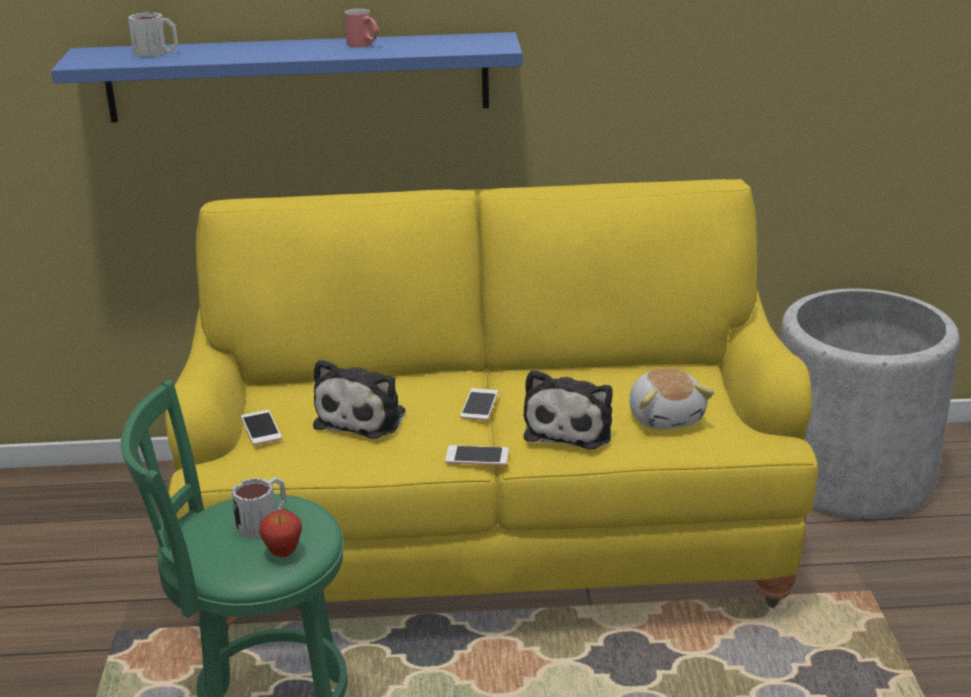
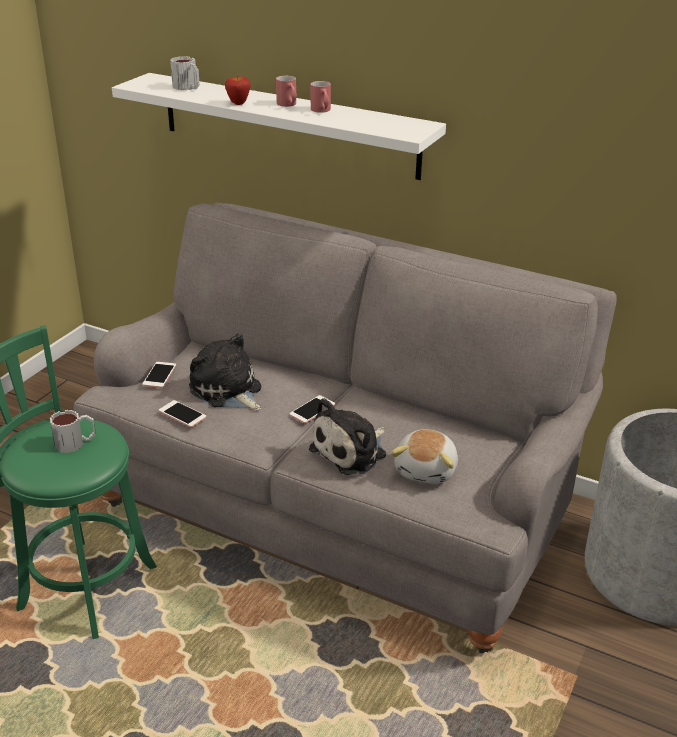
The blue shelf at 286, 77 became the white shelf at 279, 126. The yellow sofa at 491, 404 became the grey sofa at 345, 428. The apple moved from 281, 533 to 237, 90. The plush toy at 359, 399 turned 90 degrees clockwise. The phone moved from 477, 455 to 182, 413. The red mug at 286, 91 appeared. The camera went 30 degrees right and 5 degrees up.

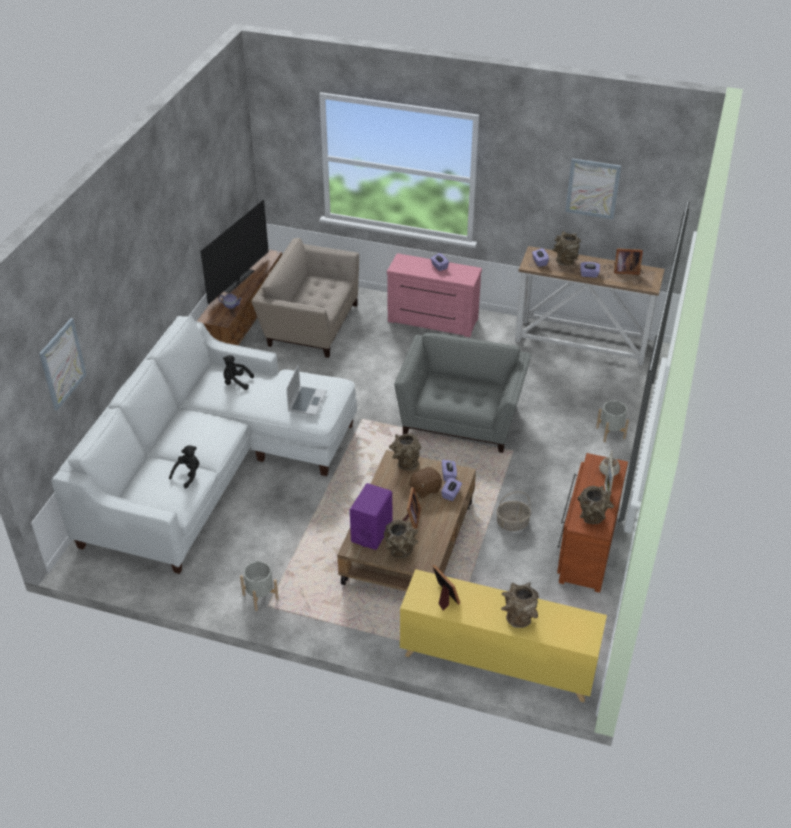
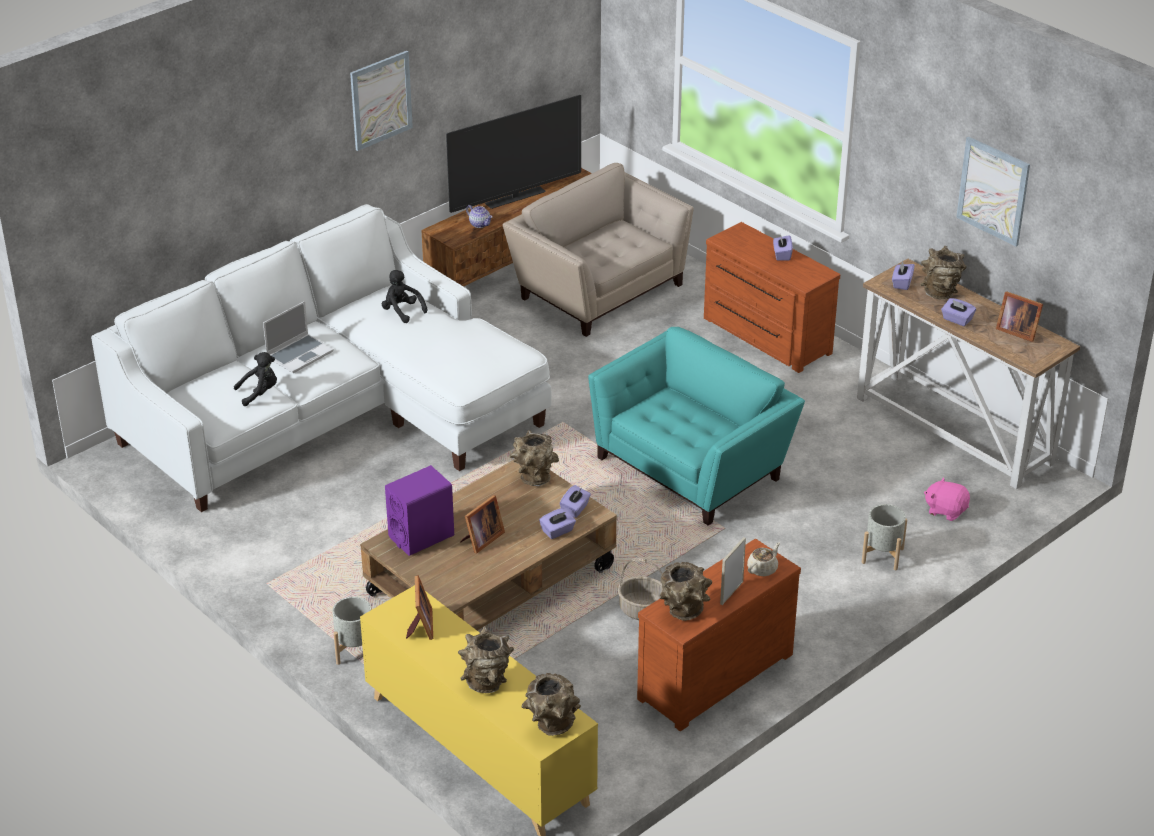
The picture moved from 63, 364 to 381, 101. The grey planter moved from 259, 586 to 352, 631. The laptop moved from 306, 390 to 298, 337. The brown vase moved from 401, 539 to 551, 704. The pink dresser at 434, 295 became the brown dresser at 772, 297. The grey armchair at 462, 393 became the turquoise armchair at 696, 426. The brown plush toy at 425, 482 disappeared. The pink plush toy at 947, 499 appeared. The camera went 30 degrees right and 5 degrees down.

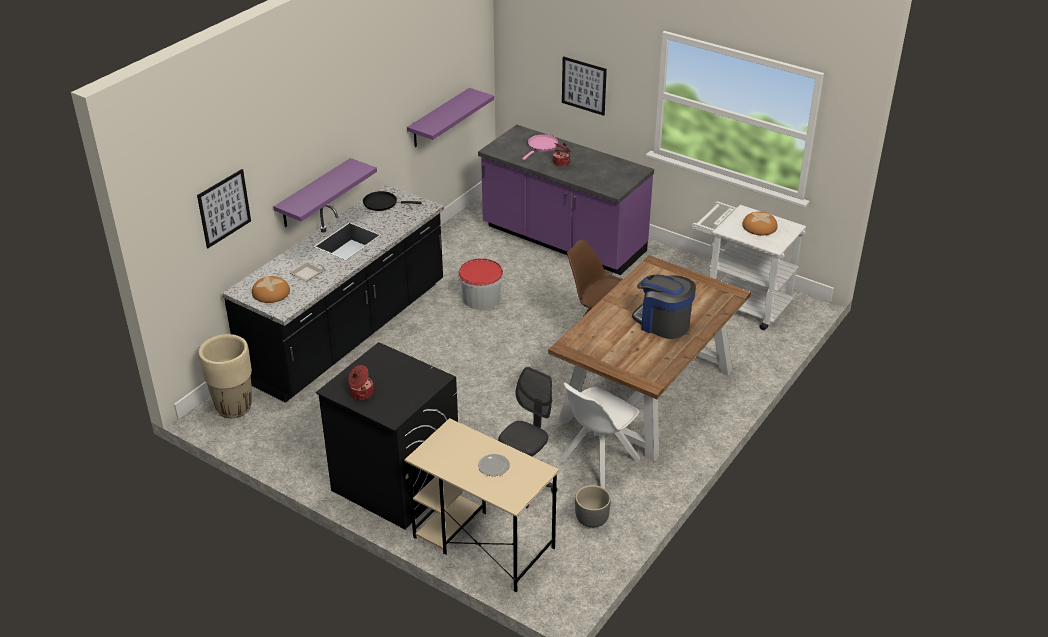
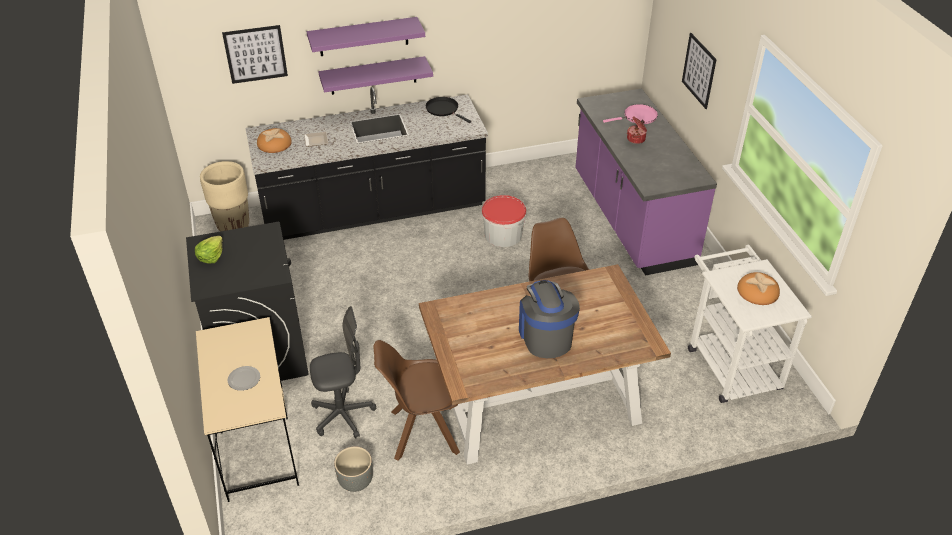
The cooking pot at 361, 382 was replaced by the lettuce at 209, 250. The purple shelf moved from 450, 117 to 366, 36. The white chair at 599, 436 became the brown chair at 416, 400. The camera went 40 degrees right and 5 degrees up.

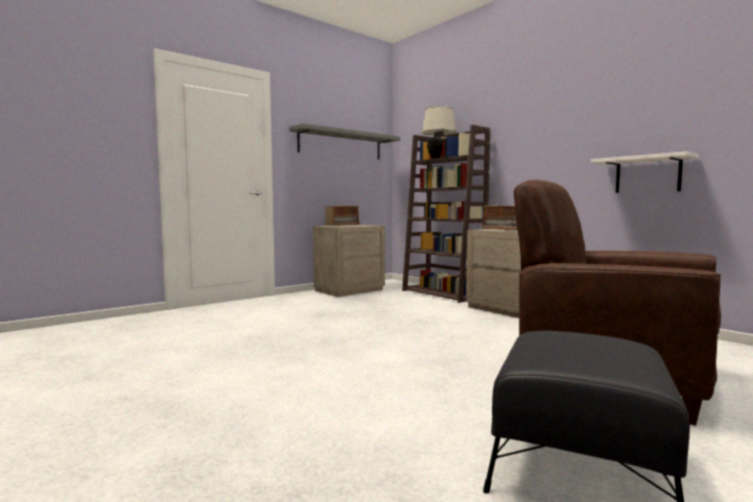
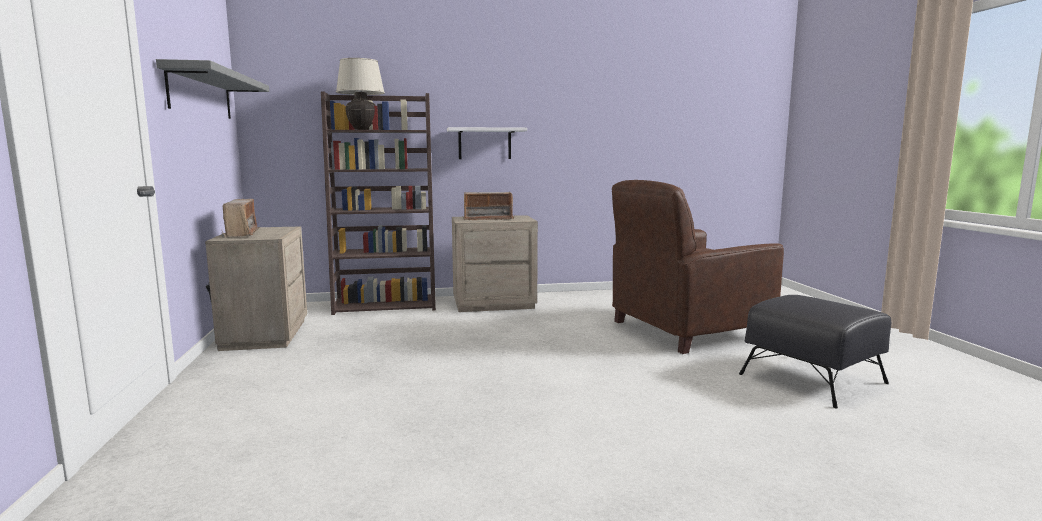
The white shelf moved from 644, 172 to 487, 143. The camera went 60 degrees left and 5 degrees up.

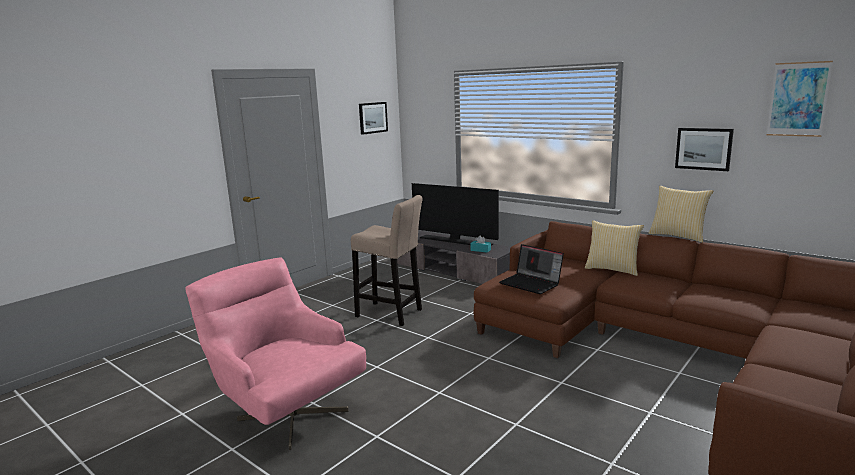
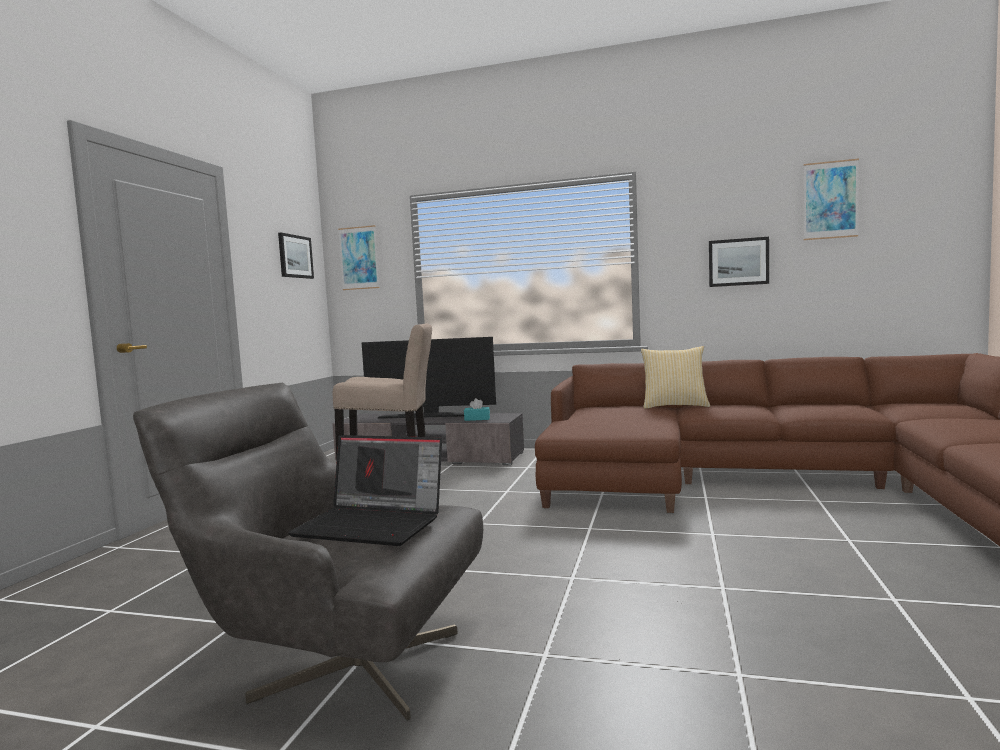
The pink armchair at 276, 353 became the grey armchair at 308, 552. The laptop moved from 531, 269 to 365, 490. The pillow at 680, 214 disappeared. The picture at 359, 257 appeared. The camera went 25 degrees left and 10 degrees down.

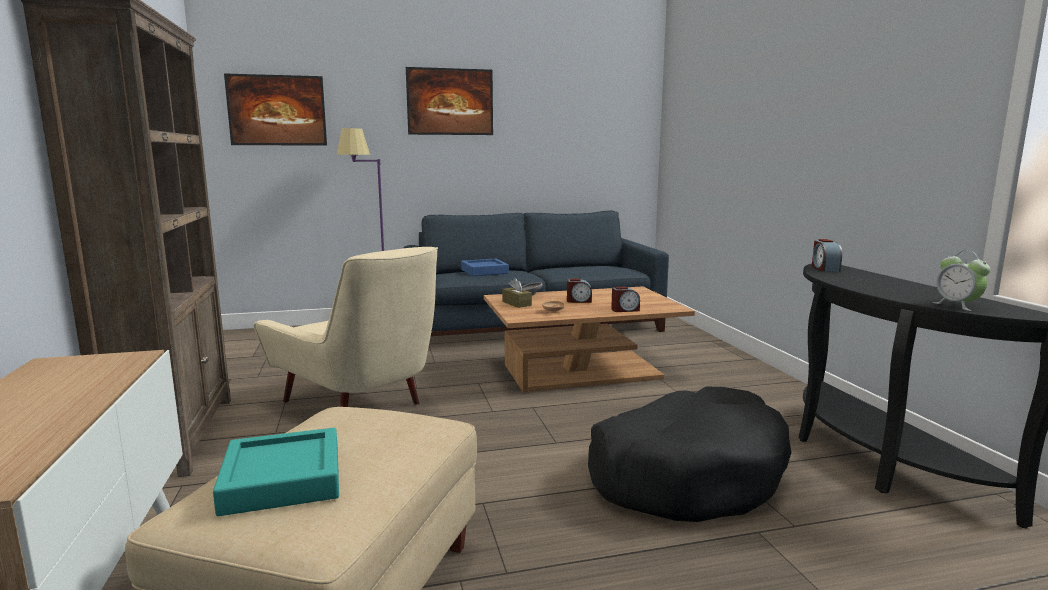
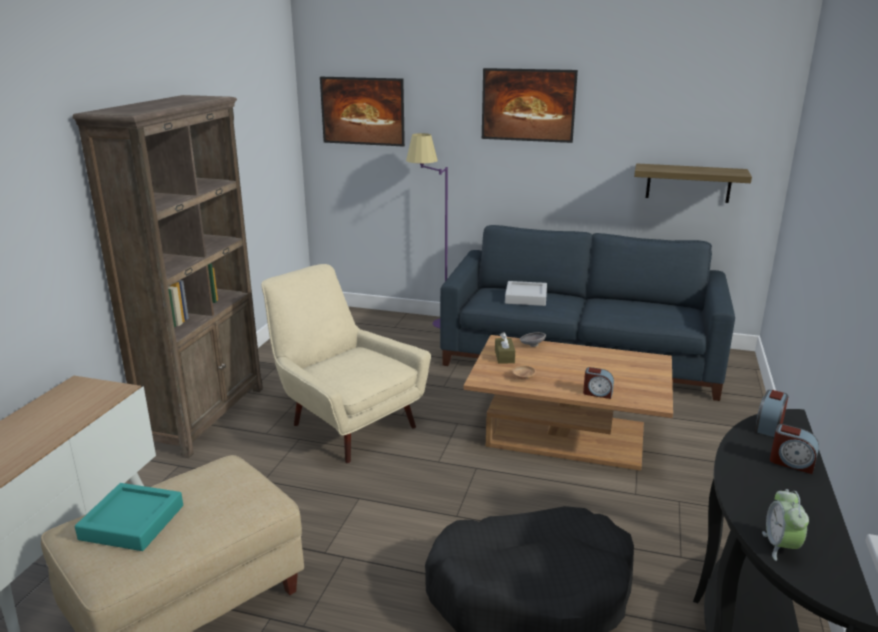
The beige armchair at 345, 327 turned 150 degrees clockwise. The blue tray at 485, 267 became the grey tray at 526, 293. The alarm clock moved from 579, 291 to 794, 449. The shelf at 693, 183 appeared. The camera went 30 degrees right and 10 degrees up.

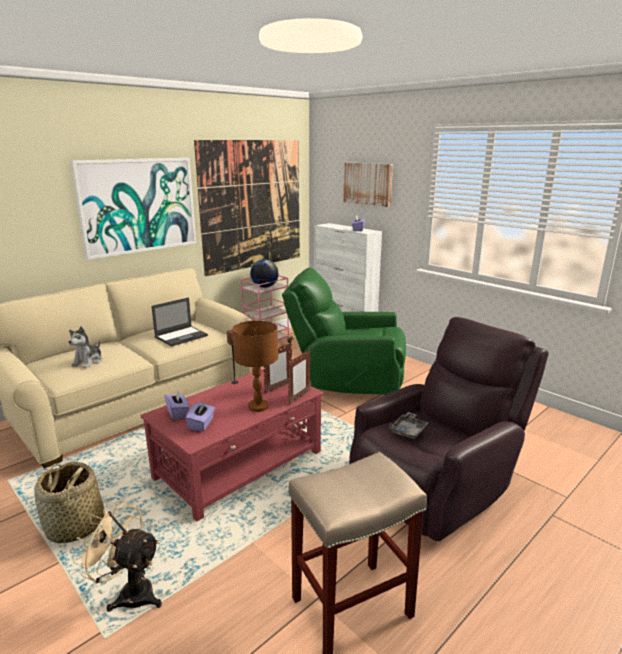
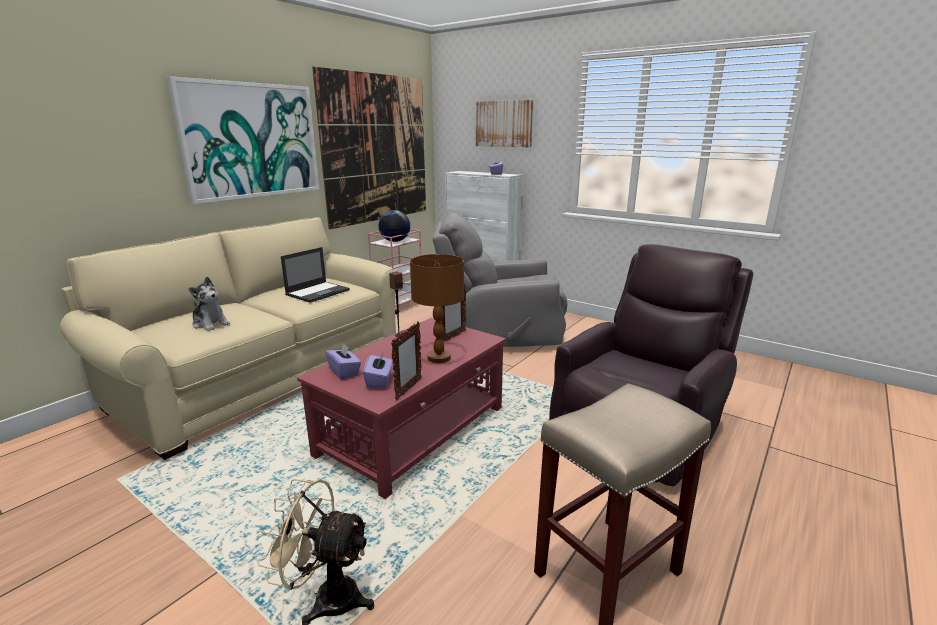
The basket at 69, 502 disappeared. The plush toy at 85, 347 turned 60 degrees counterclockwise. The green armchair at 344, 331 became the grey armchair at 499, 279. The picture frame moved from 298, 377 to 406, 361. The grey tray at 409, 425 disappeared. The camera went 10 degrees left and 0 degrees up.

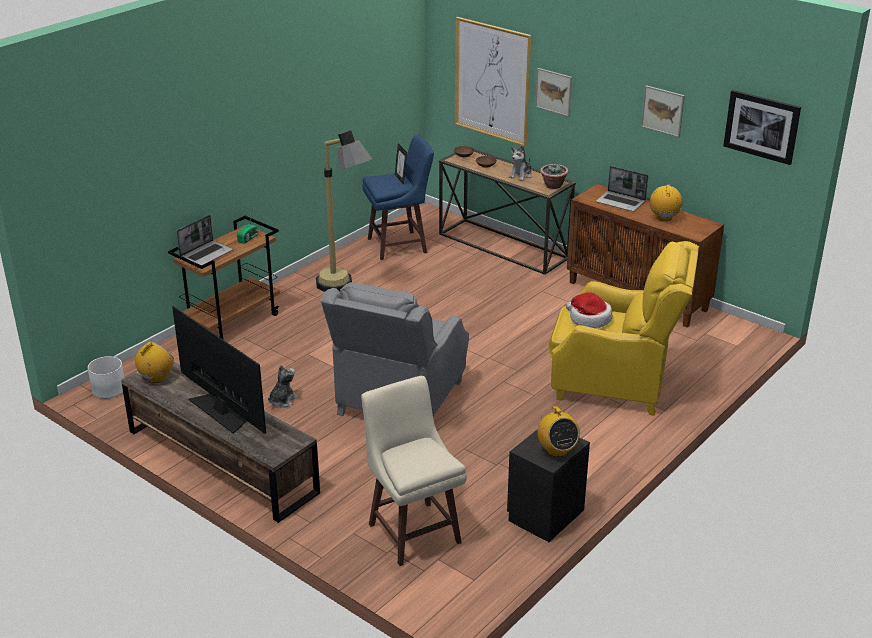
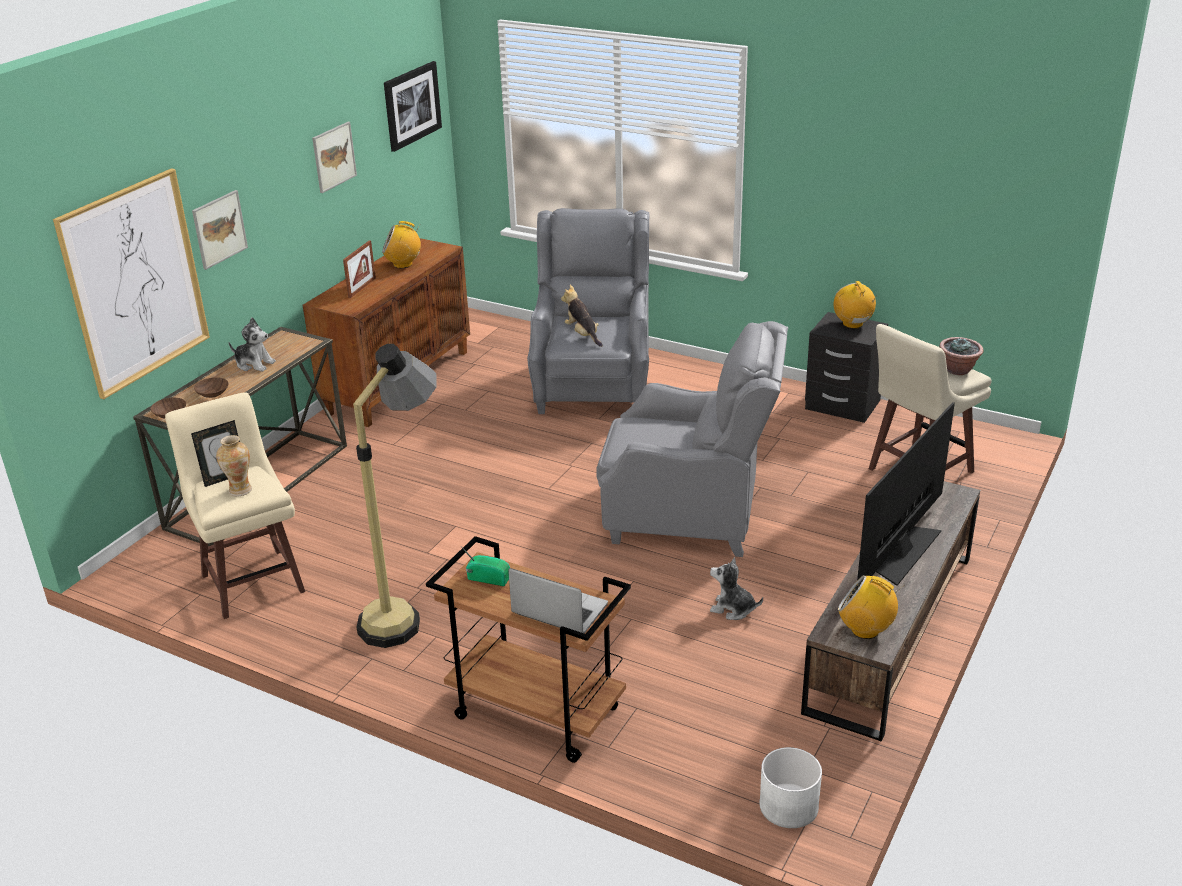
The blue stool at 398, 197 became the beige stool at 235, 505. The radio at 558, 431 turned 75 degrees counterclockwise. The potted plant moved from 554, 176 to 961, 356. The yellow armchair at 624, 328 became the grey armchair at 588, 311. The hat at 589, 310 was replaced by the plush toy at 582, 316. The laptop at 622, 189 was replaced by the picture frame at 359, 269. The vase at 234, 465 appeared. The camera went 100 degrees left and 0 degrees up.

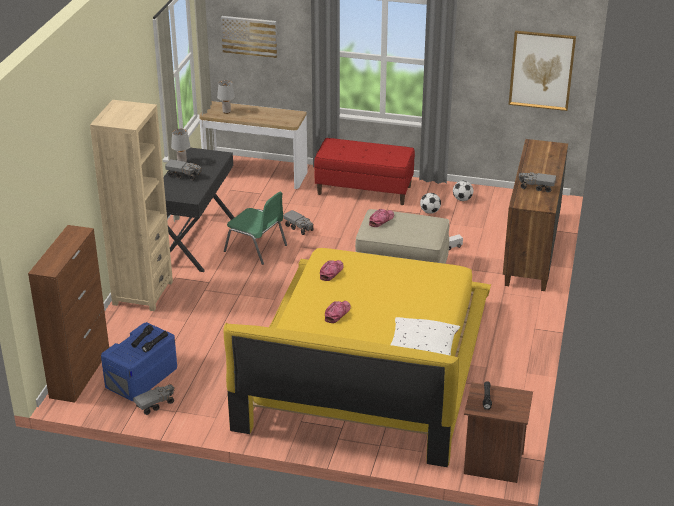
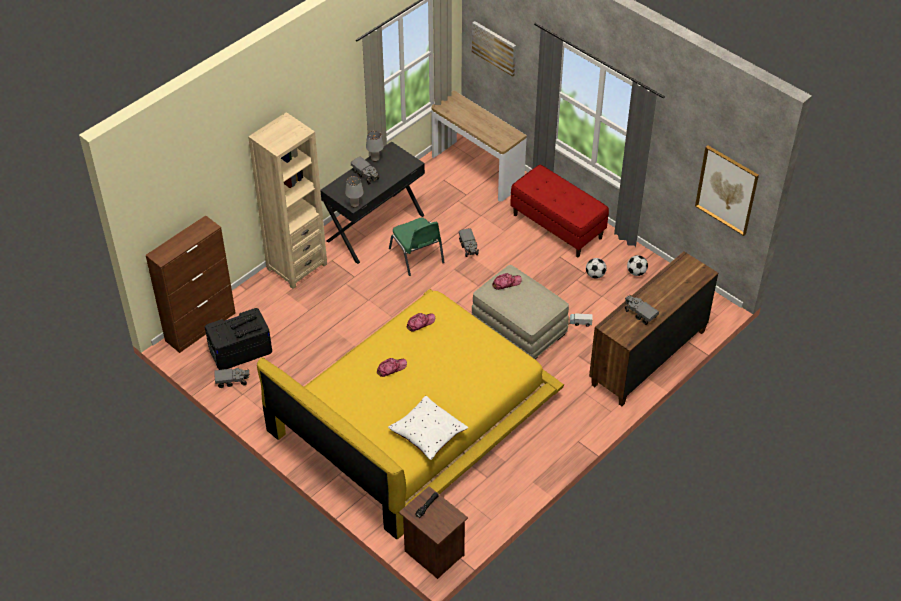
The blue storage box at 139, 361 became the black storage box at 238, 339. The grey table lamp moved from 226, 97 to 354, 191. The camera went 30 degrees right and 15 degrees up.

